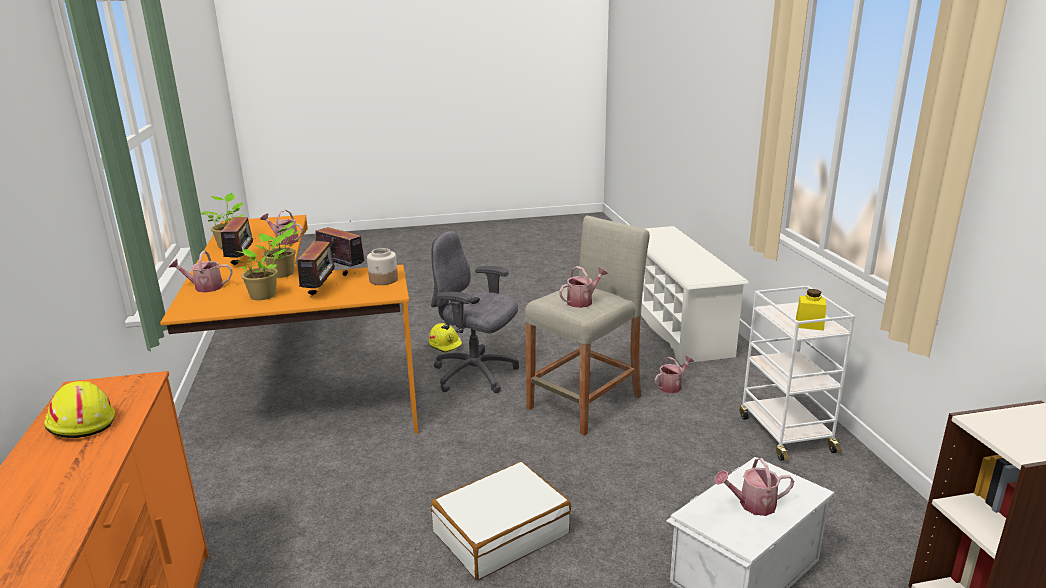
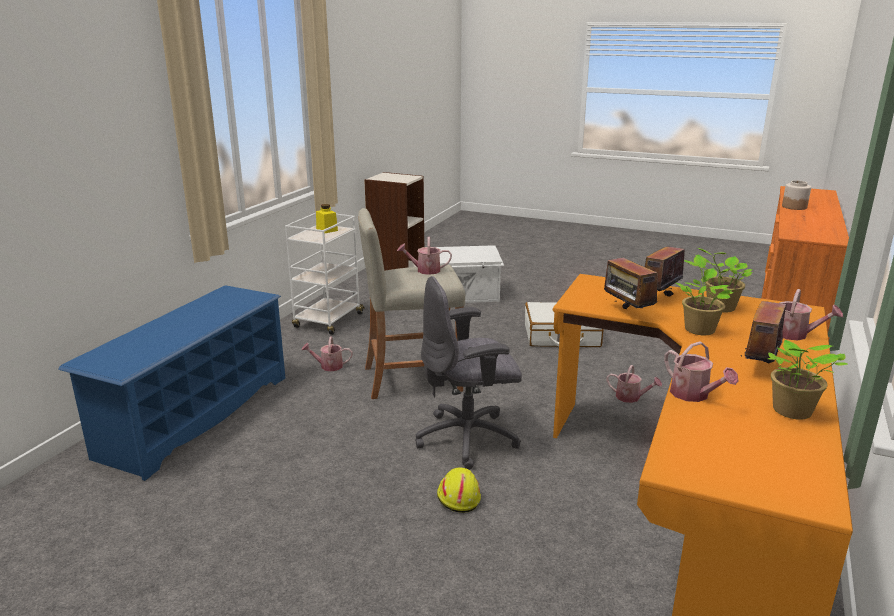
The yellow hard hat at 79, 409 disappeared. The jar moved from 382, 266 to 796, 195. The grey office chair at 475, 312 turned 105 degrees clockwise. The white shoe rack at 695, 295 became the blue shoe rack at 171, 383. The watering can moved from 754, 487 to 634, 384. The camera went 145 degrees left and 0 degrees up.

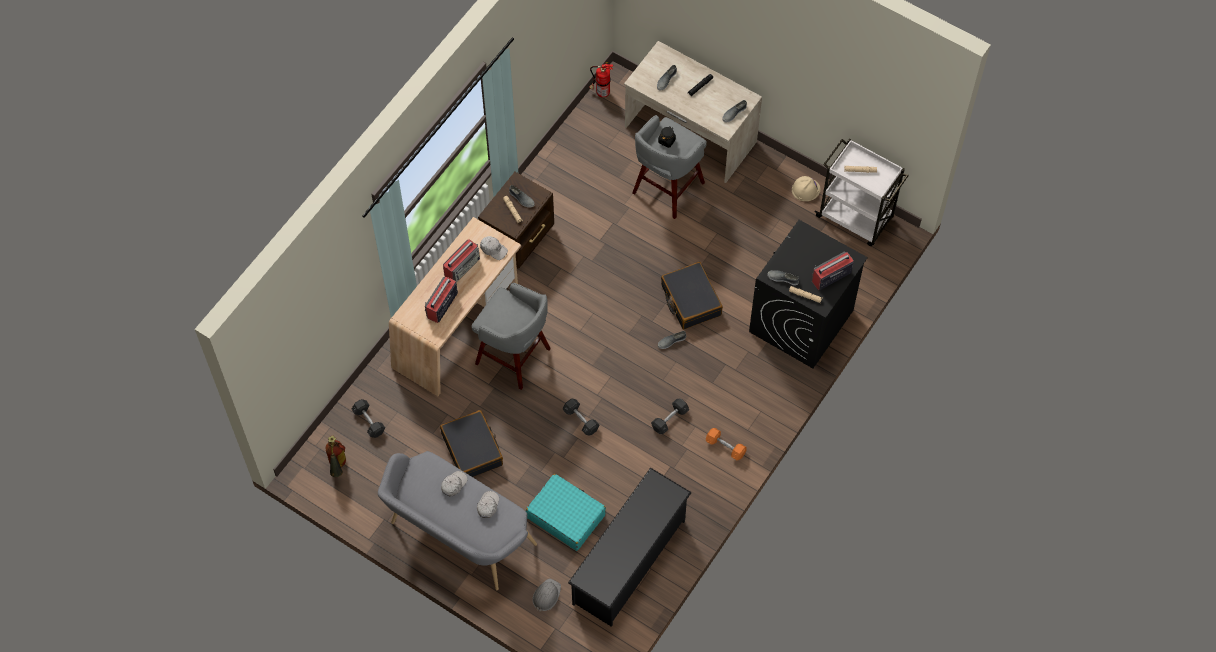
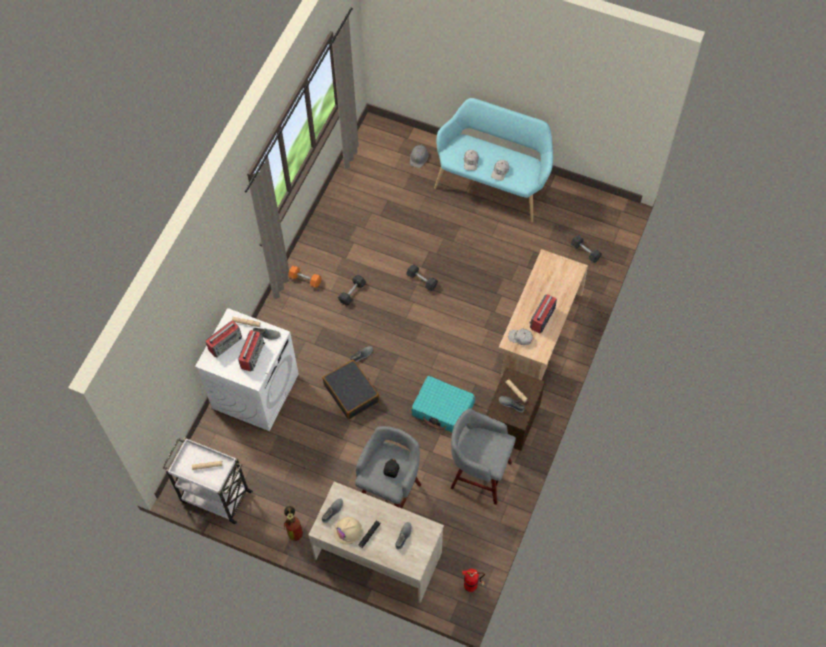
The fire extinguisher moved from 336, 456 to 293, 523. The grey bench at 457, 520 became the turquoise bench at 493, 160. The radio moved from 441, 300 to 251, 351. The black suitcase at 471, 443 disappeared. The grey stool moved from 511, 336 to 483, 456. The turquoise suitcase moved from 566, 512 to 443, 403. The black shoe rack at 630, 547 disappeared. The black washing machine at 808, 294 became the white washing machine at 247, 369. The beige hard hat moved from 806, 188 to 348, 530. The camera went 170 degrees right and 0 degrees up.

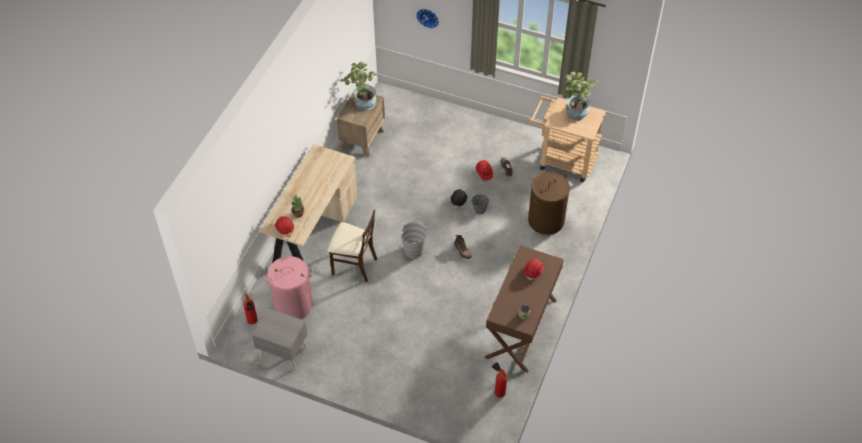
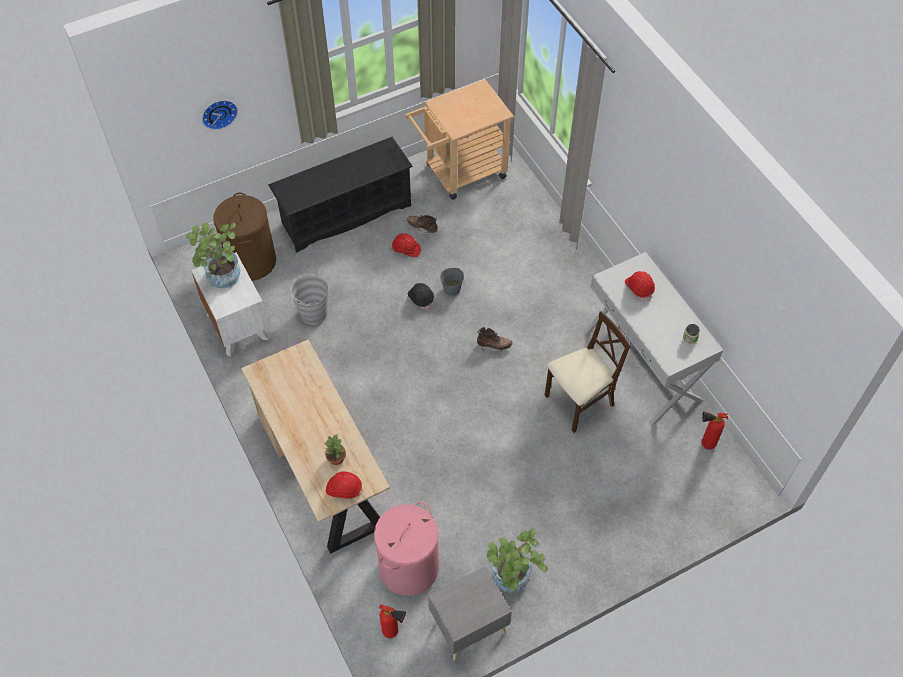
The beige chair moved from 352, 246 to 588, 372. The brown nightstand at 361, 124 became the white nightstand at 230, 304. The grey bucket moved from 413, 239 to 309, 298. The brown console table at 524, 309 became the white console table at 653, 338. The brown laundry basket moved from 549, 203 to 244, 236. The potted plant moved from 580, 96 to 517, 560. The black shoe rack at 340, 194 appeared. The camera went 50 degrees left and 5 degrees up.

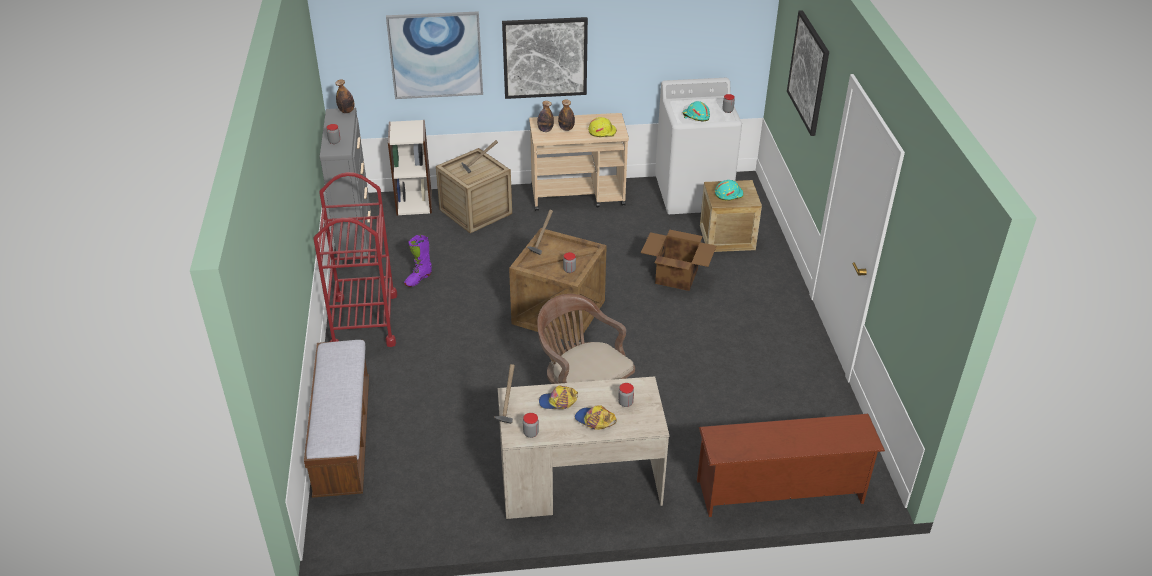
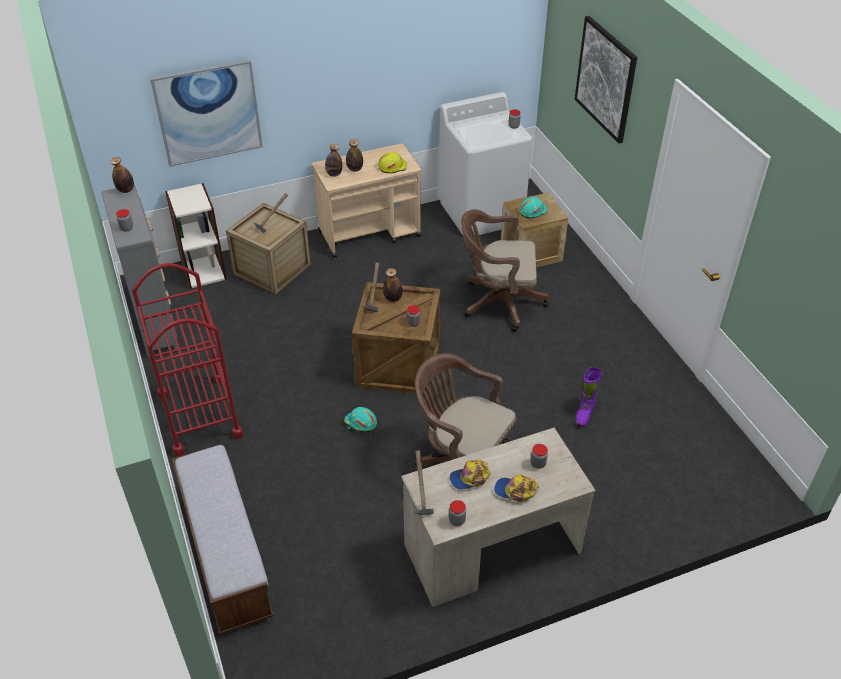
The purple boot moved from 418, 261 to 588, 397. The picture at 545, 58 disappeared. The cardboard box at 678, 260 was replaced by the brown office chair at 504, 270. The turquoise hard hat moved from 696, 111 to 360, 419. The brown shoe rack at 791, 465 disappeared. The bottle at 393, 285 appeared. The camera went 15 degrees left and 5 degrees up.

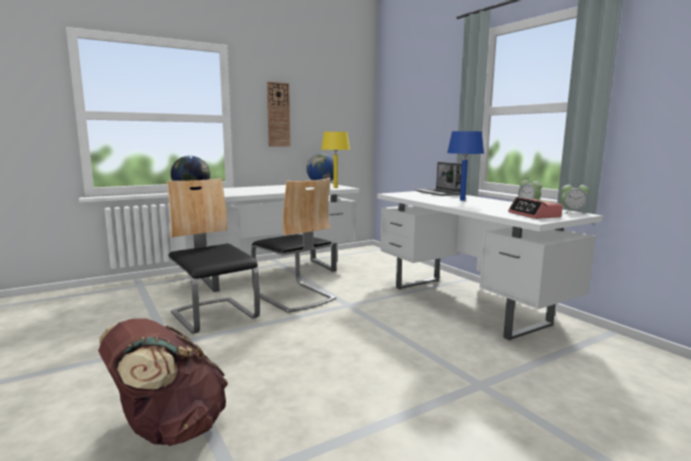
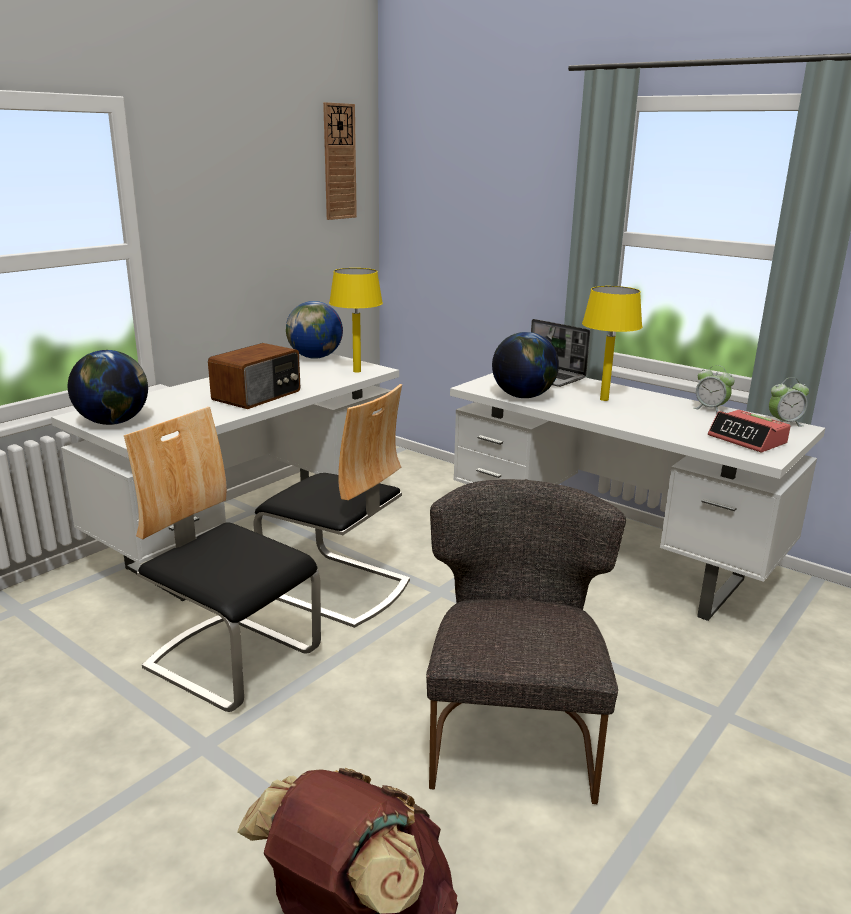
The wall clock moved from 279, 113 to 340, 161. The blue table lamp at 465, 166 became the yellow table lamp at 612, 343. The radio at 254, 376 appeared. The grey chair at 526, 641 appeared. The globe at 525, 365 appeared. The camera went 20 degrees left and 10 degrees up.

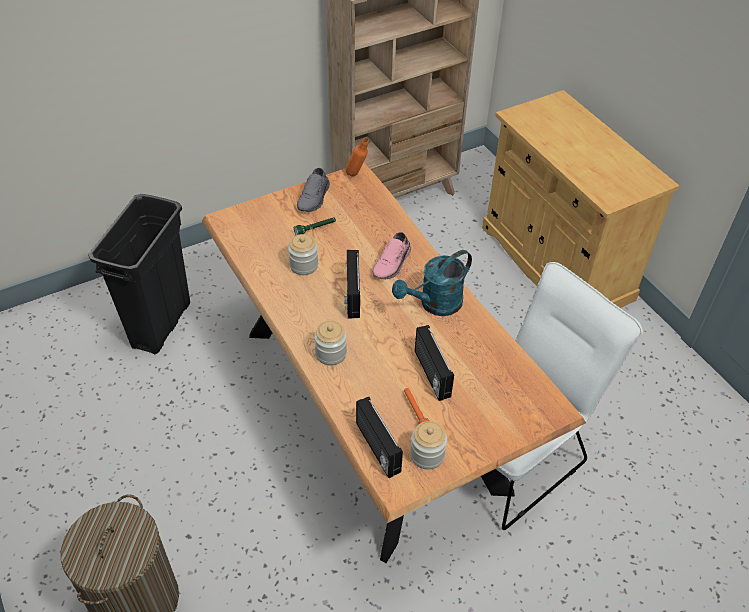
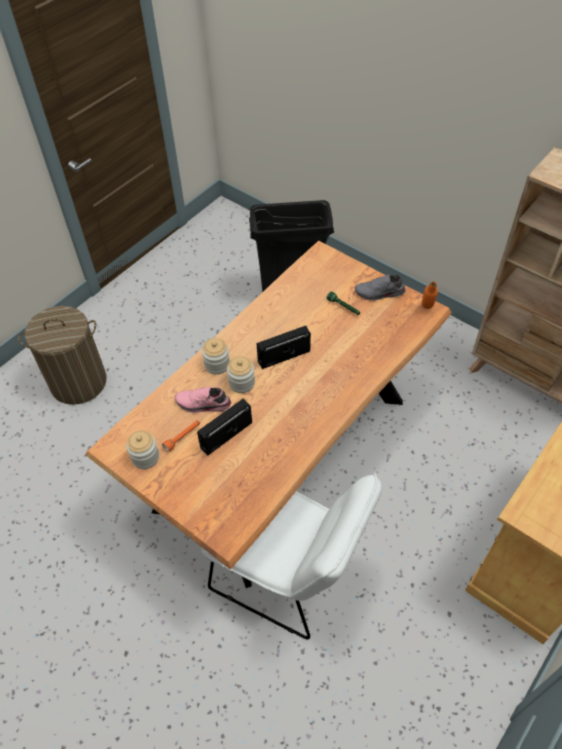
The jar moved from 303, 254 to 241, 374. The radio at 379, 437 disappeared. The pink shoe moved from 392, 256 to 202, 399. The turquoise watering can at 432, 283 disappeared. The camera went 70 degrees right and 5 degrees up.

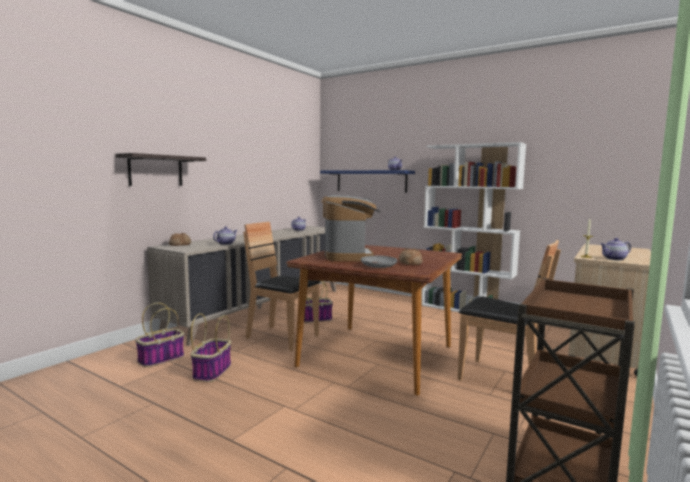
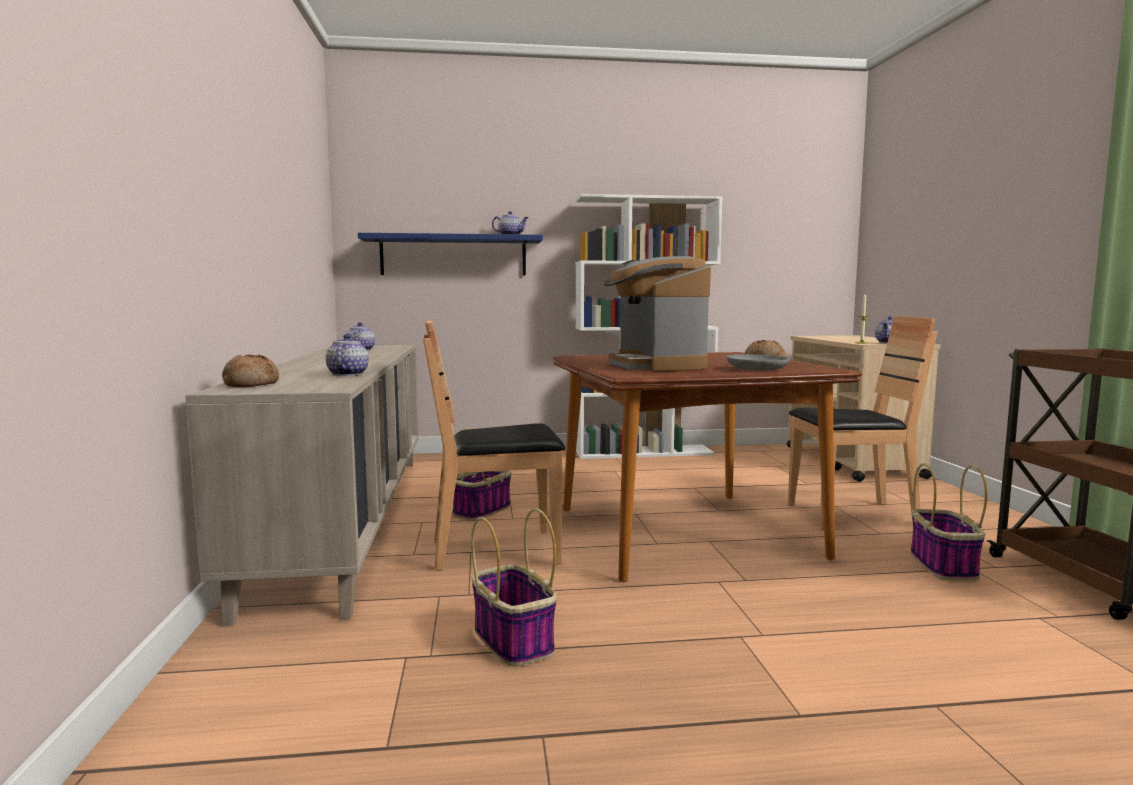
The shelf at 161, 169 disappeared. The basket moved from 159, 335 to 949, 521. The coffee machine at 350, 228 turned 150 degrees counterclockwise. The camera went 40 degrees left and 0 degrees up.

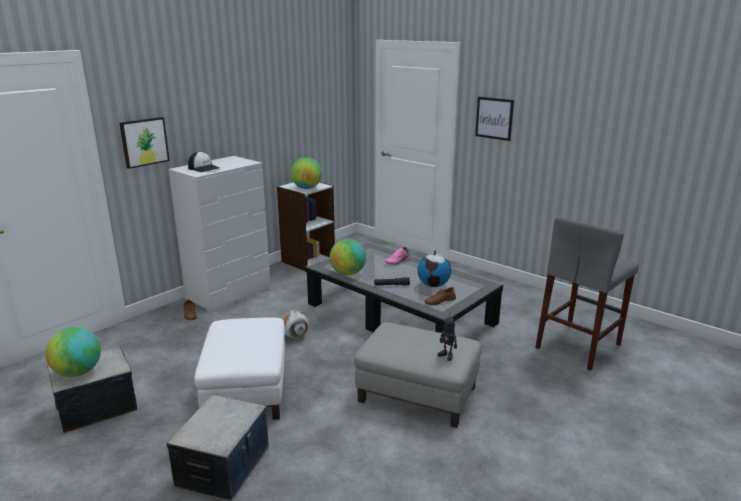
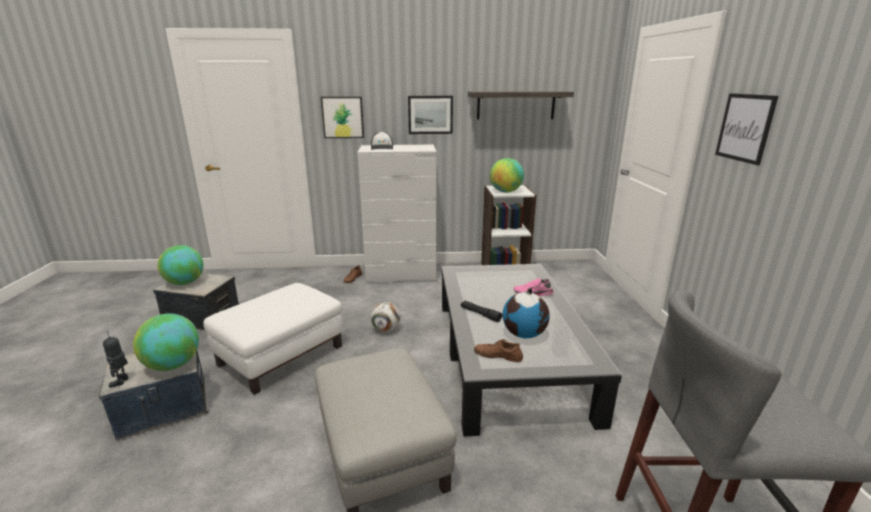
The globe moved from 348, 257 to 166, 342. The toy robot moved from 447, 339 to 115, 359. The picture at 430, 115 appeared. The shelf at 521, 105 appeared. The camera went 45 degrees right and 0 degrees up.

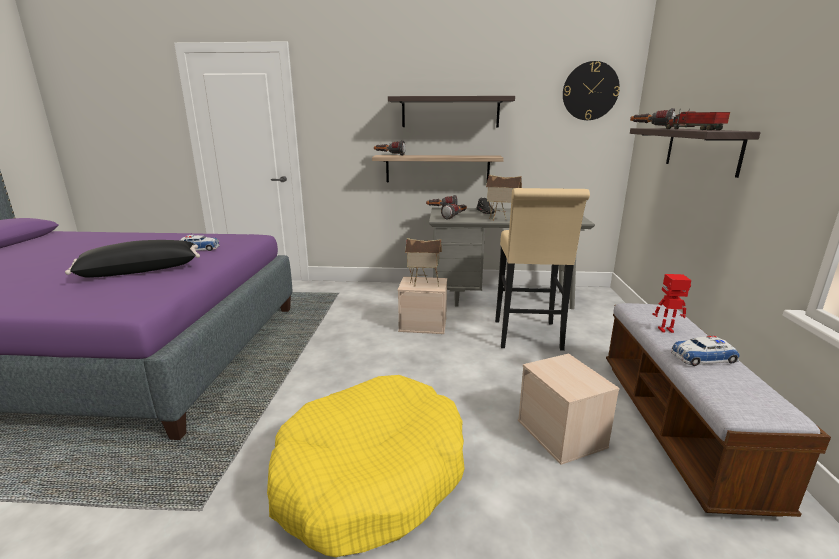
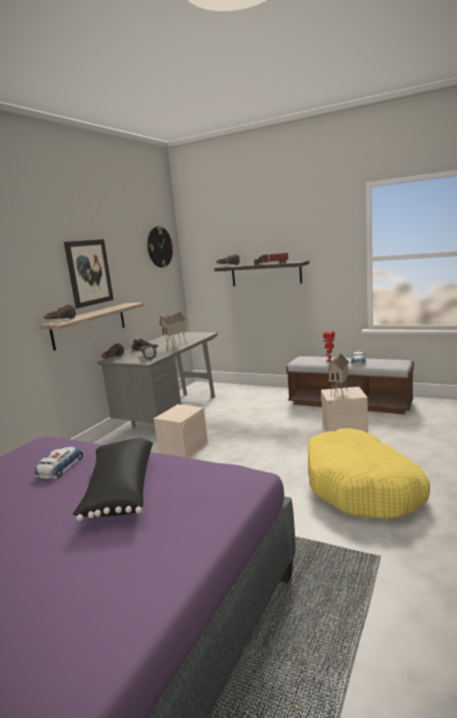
The shelf at 451, 111 was replaced by the picture at 89, 273. The toy house moved from 423, 262 to 339, 375. The beige stool at 542, 269 disappeared. The camera went 65 degrees left and 5 degrees down.

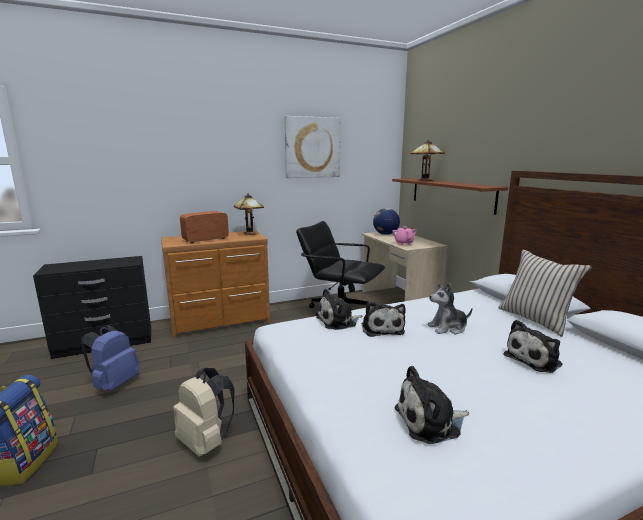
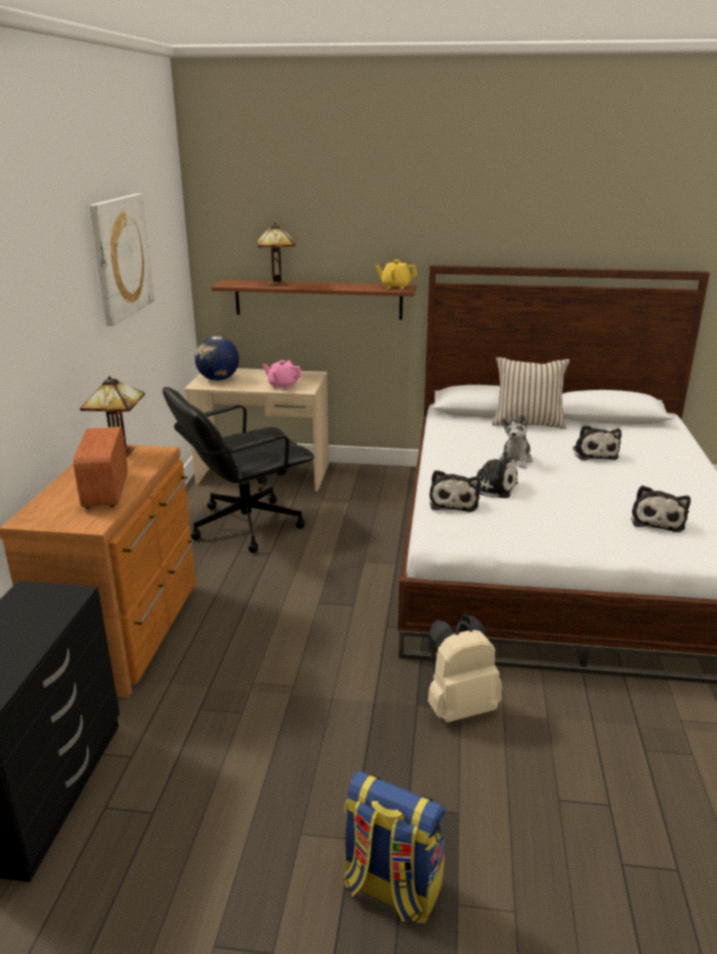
The blue backpack at 110, 358 disappeared. The yellow teapot at 396, 274 appeared. The camera went 60 degrees left and 10 degrees up.

